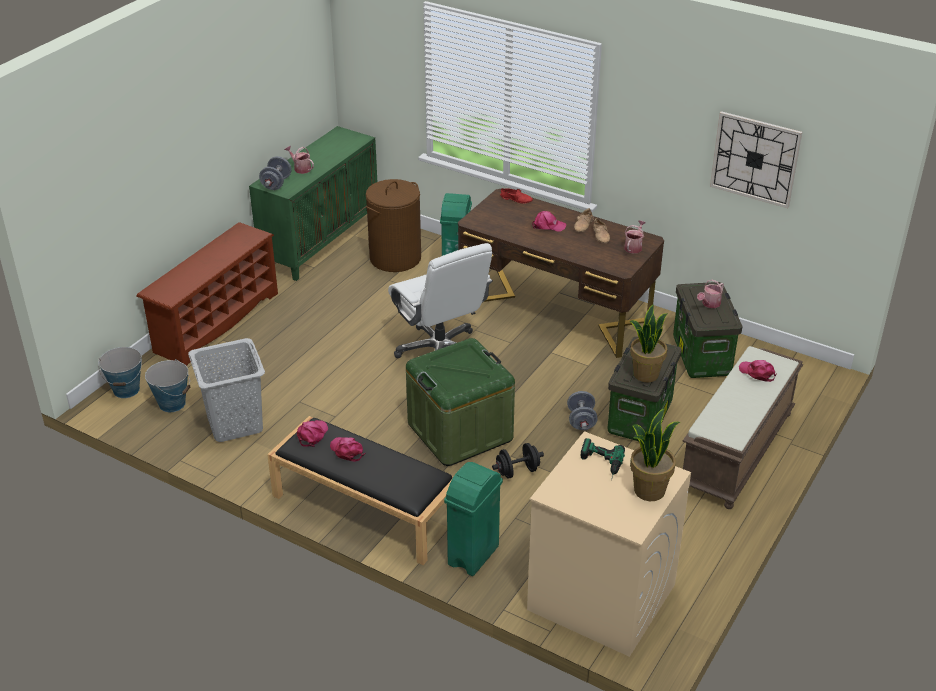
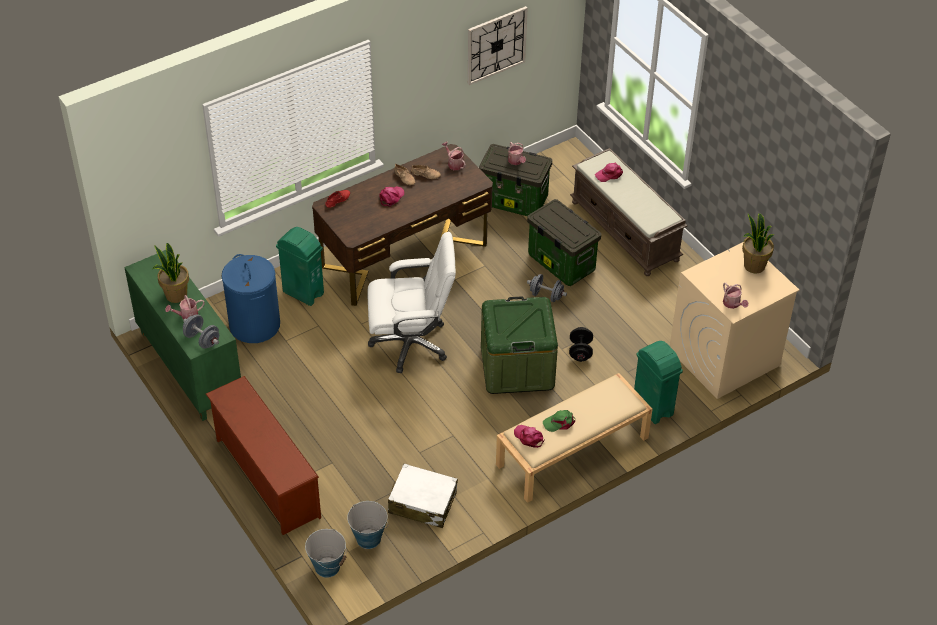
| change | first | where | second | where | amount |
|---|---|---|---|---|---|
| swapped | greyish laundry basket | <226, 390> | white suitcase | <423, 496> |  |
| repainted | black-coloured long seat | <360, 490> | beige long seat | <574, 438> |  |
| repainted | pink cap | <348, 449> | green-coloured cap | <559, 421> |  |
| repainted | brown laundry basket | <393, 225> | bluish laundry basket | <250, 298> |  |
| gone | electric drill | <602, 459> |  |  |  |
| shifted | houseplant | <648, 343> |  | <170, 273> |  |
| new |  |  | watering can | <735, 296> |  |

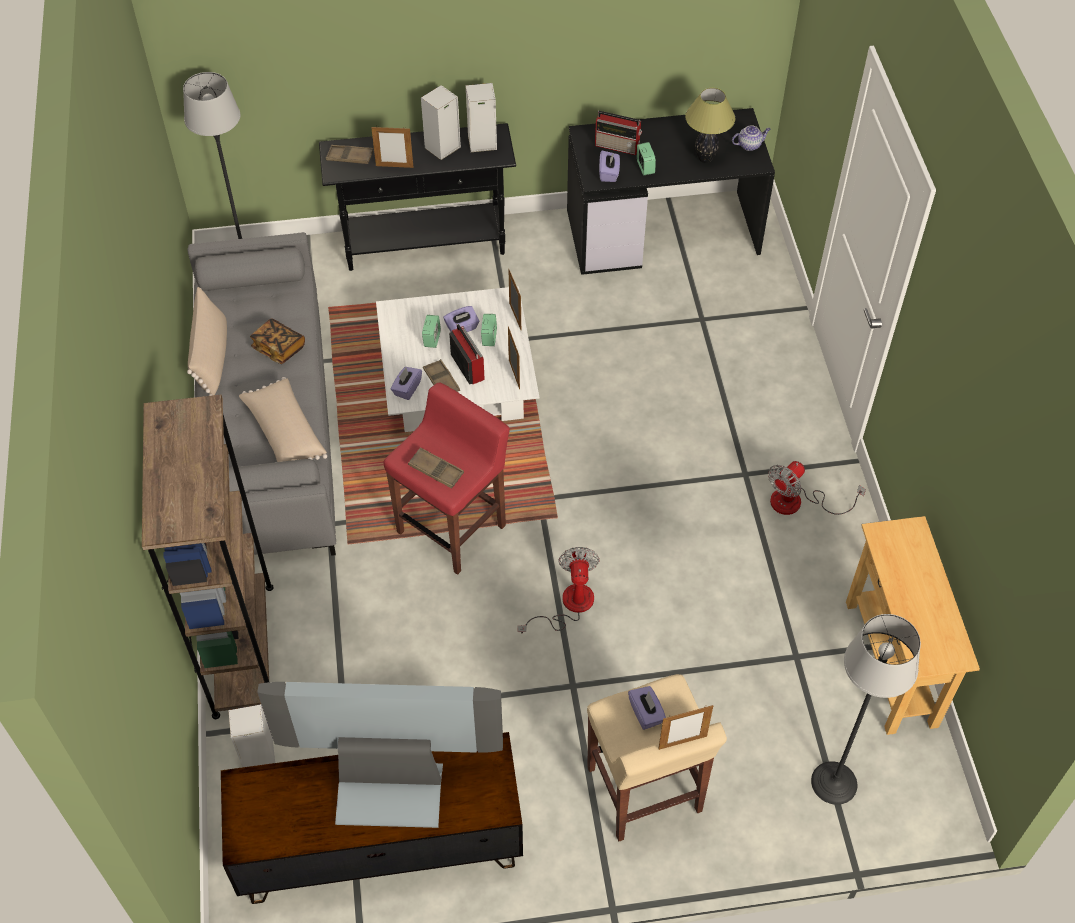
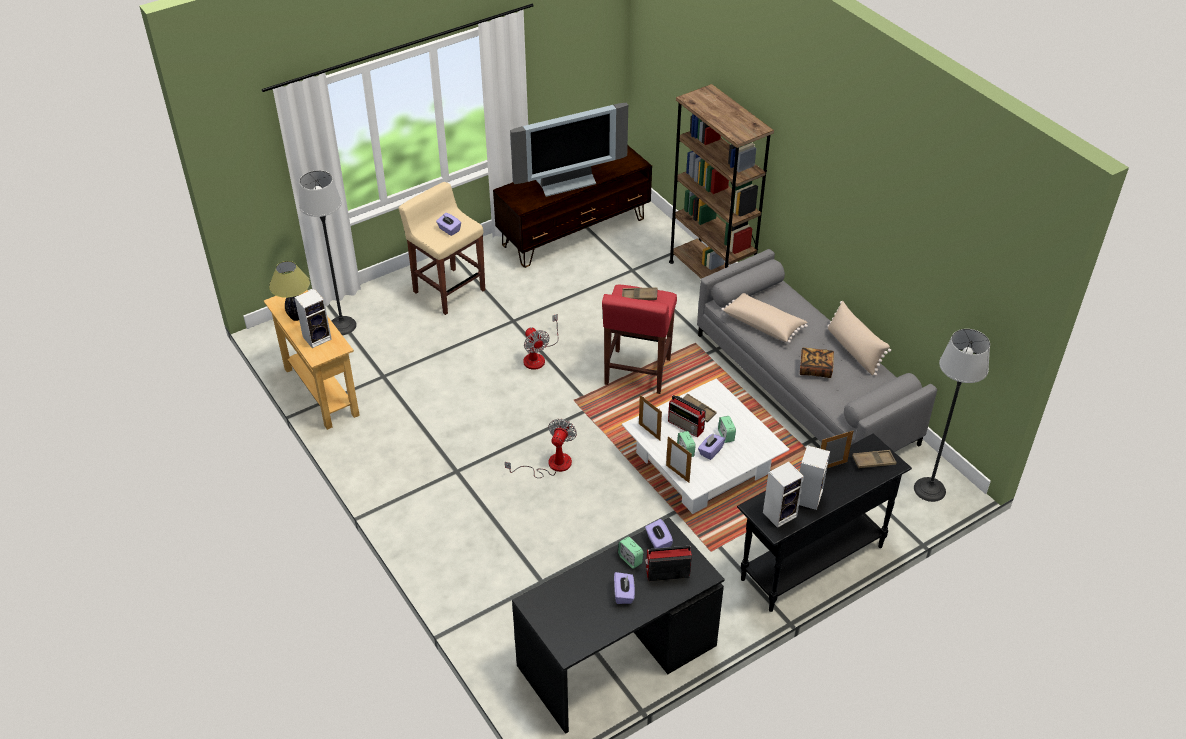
| change | first | where | second | where | amount |
|---|---|---|---|---|---|
| shifted | loudspeaker | <251, 735> |  | <313, 318> |  |
| shifted | purplish tissue holder | <406, 383> |  | <624, 588> |  |
| gone | photo frame | <685, 727> |  |  |  |
| shifted | tabletop lamp | <710, 125> |  | <289, 291> |  |
| gone | teapot | <751, 138> |  |  |  |
| shifted | cooling fan | <817, 488> |  | <541, 448> |  |

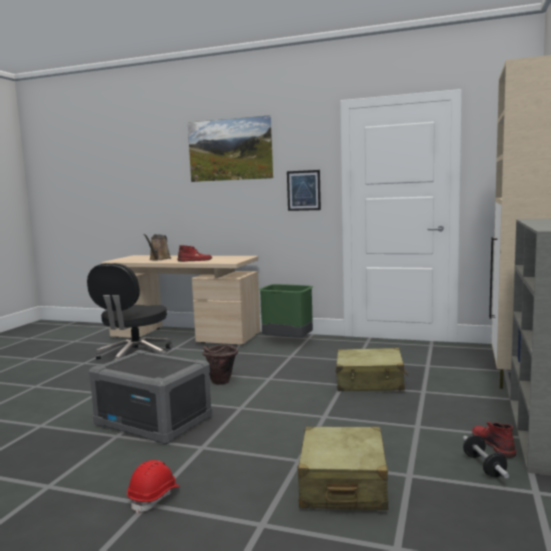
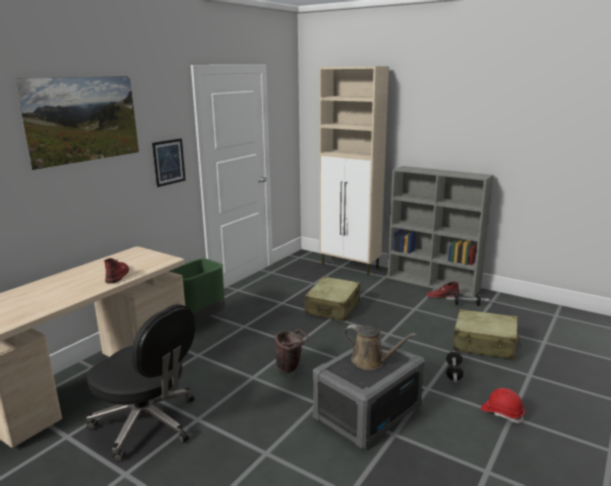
| change | first | where | second | where | amount |
|---|---|---|---|---|---|
| shifted | brown watering can | <157, 247> |  | <380, 347> |  |
| new |  |  | hand weight | <455, 366> |  |

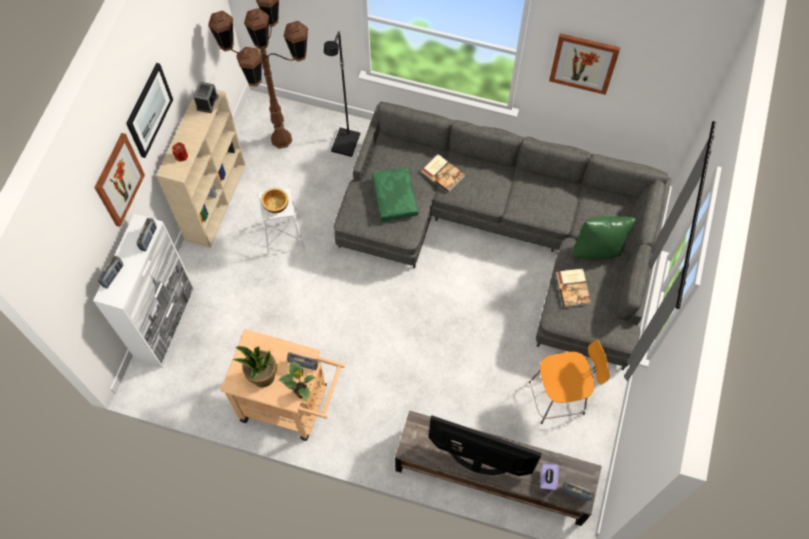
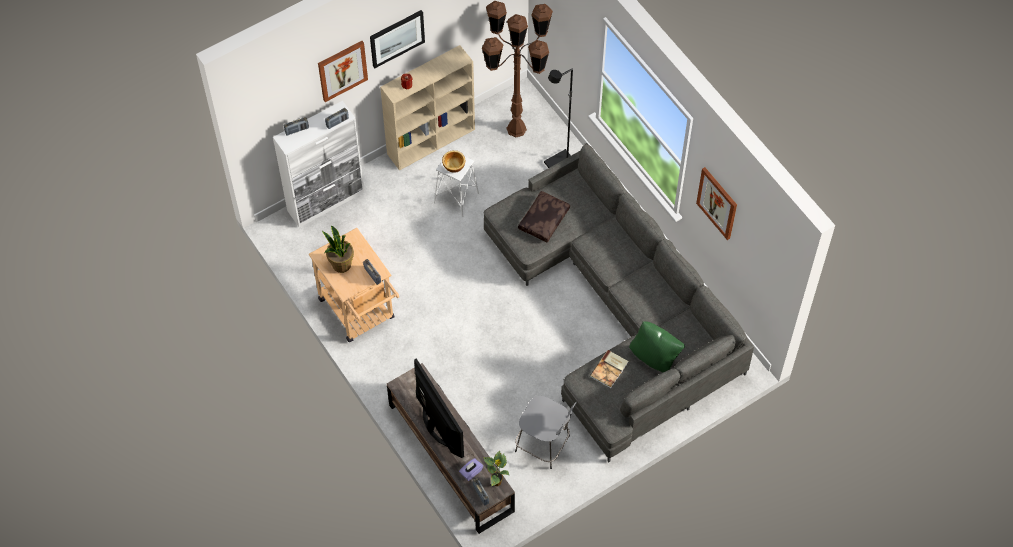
| change | first | where | second | where | amount |
|---|---|---|---|---|---|
| gone | table clock | <205, 97> |  |  |  |
| shifted | houseplant | <297, 381> |  | <496, 468> |  |
| repainted | green-coloured cushion | <395, 194> | brown cushion | <544, 216> |  |
| gone | volume | <443, 173> |  |  |  |
| repainted | orangey stool | <569, 381> | greyish stool | <546, 432> |  |

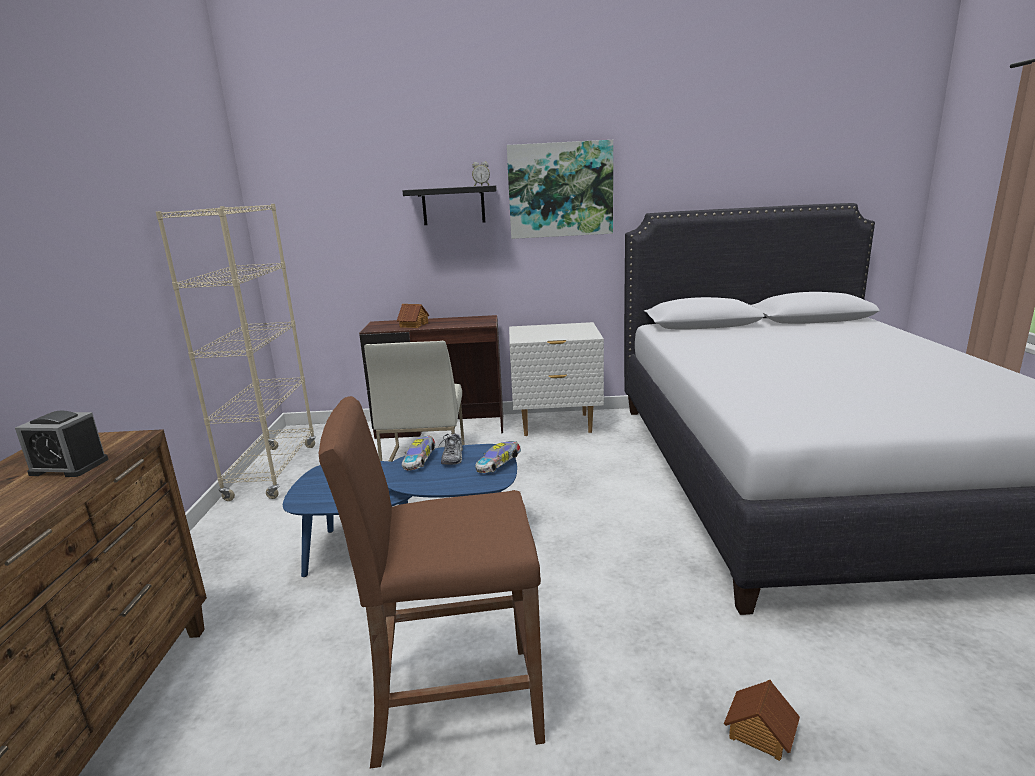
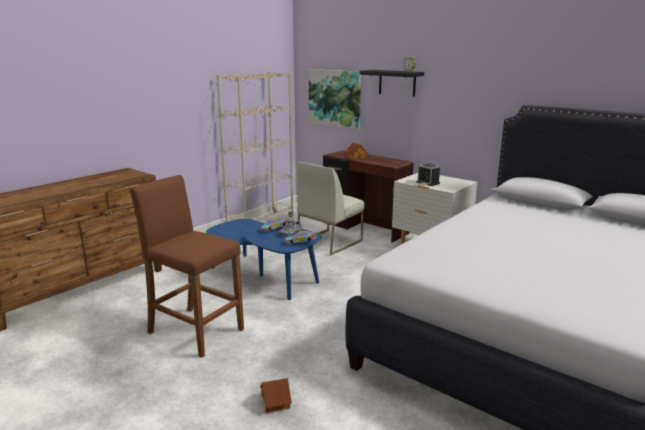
| change | first | where | second | where | amount |
|---|---|---|---|---|---|
| shifted | table clock | <61, 444> |  | <428, 174> |  |
| shifted | wall picture | <560, 189> |  | <335, 99> |  |

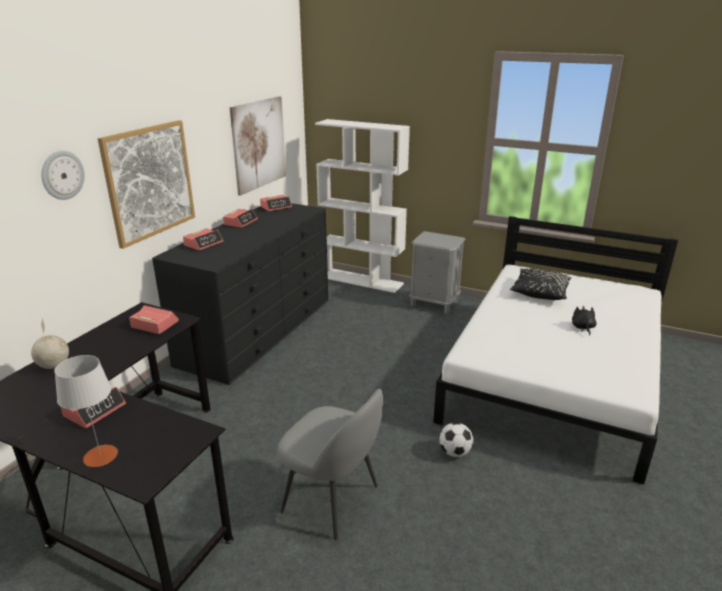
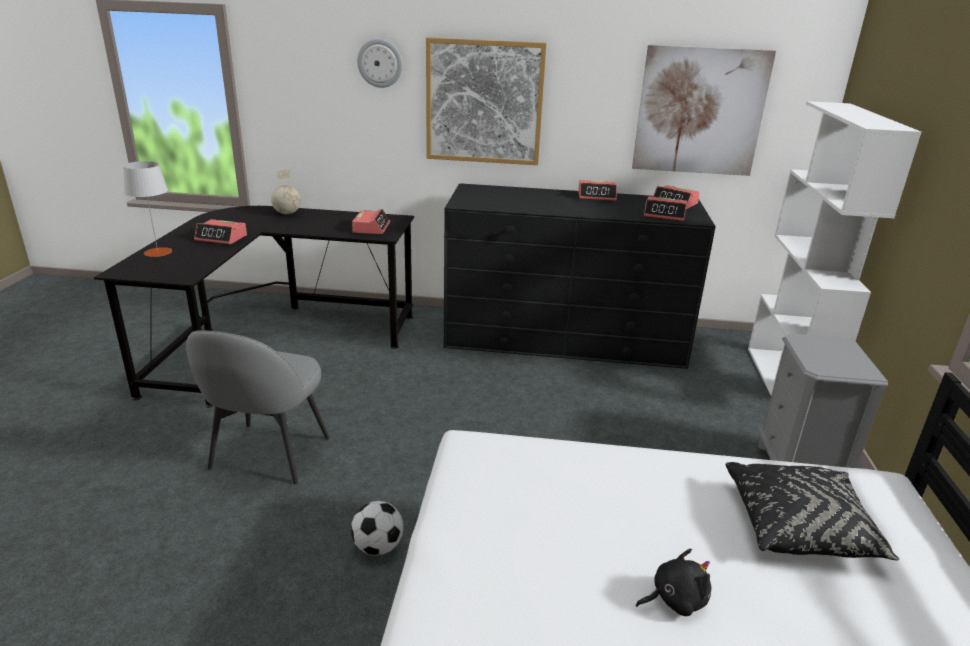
| change | first | where | second | where | amount |
|---|---|---|---|---|---|
| shifted | table clock | <203, 239> |  | <665, 208> |  |

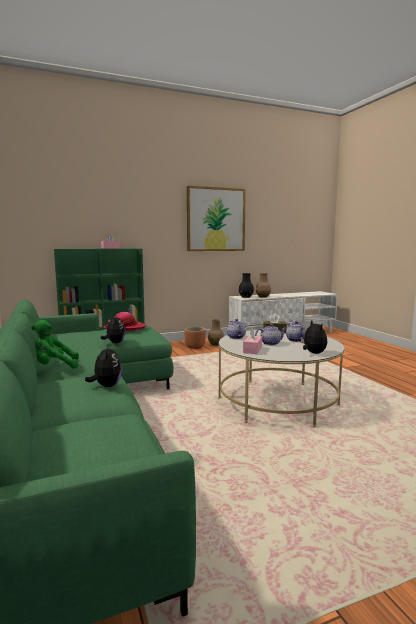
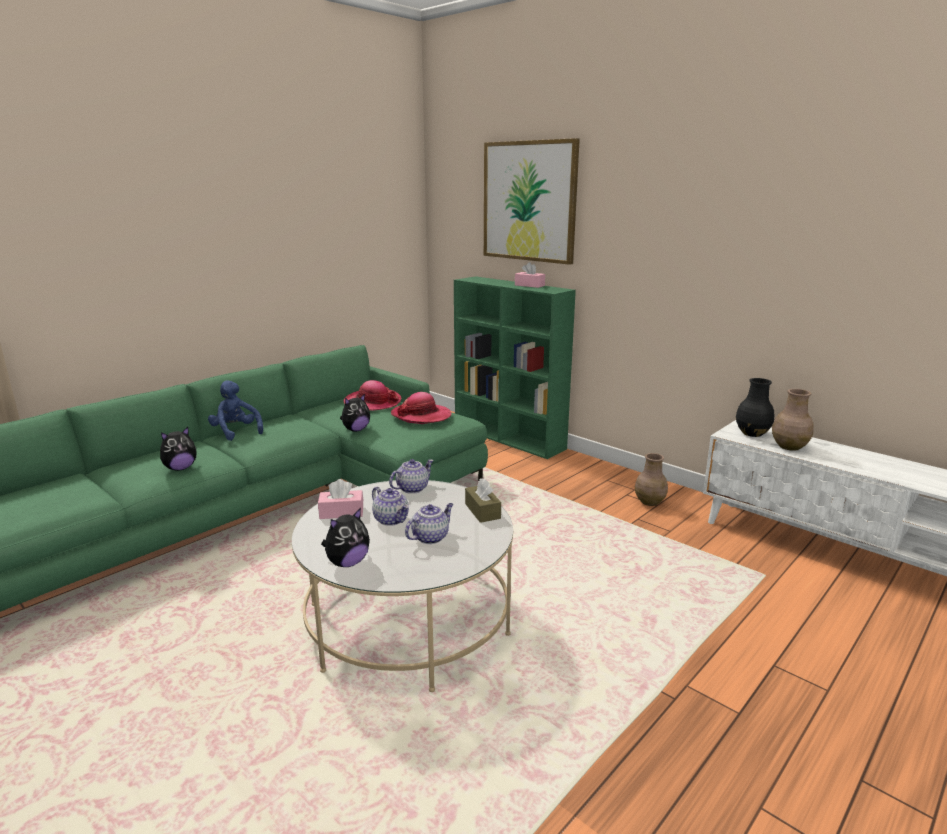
| change | first | where | second | where | amount |
|---|---|---|---|---|---|
| repainted | green-coloured plush toy | <55, 344> | bluish plush toy | <235, 410> |  |
| gone | brown planter | <195, 338> |  |  |  |
| shifted | wall picture | <216, 218> |  | <532, 201> |  |
| new |  |  | wearable hat | <372, 395> |  |

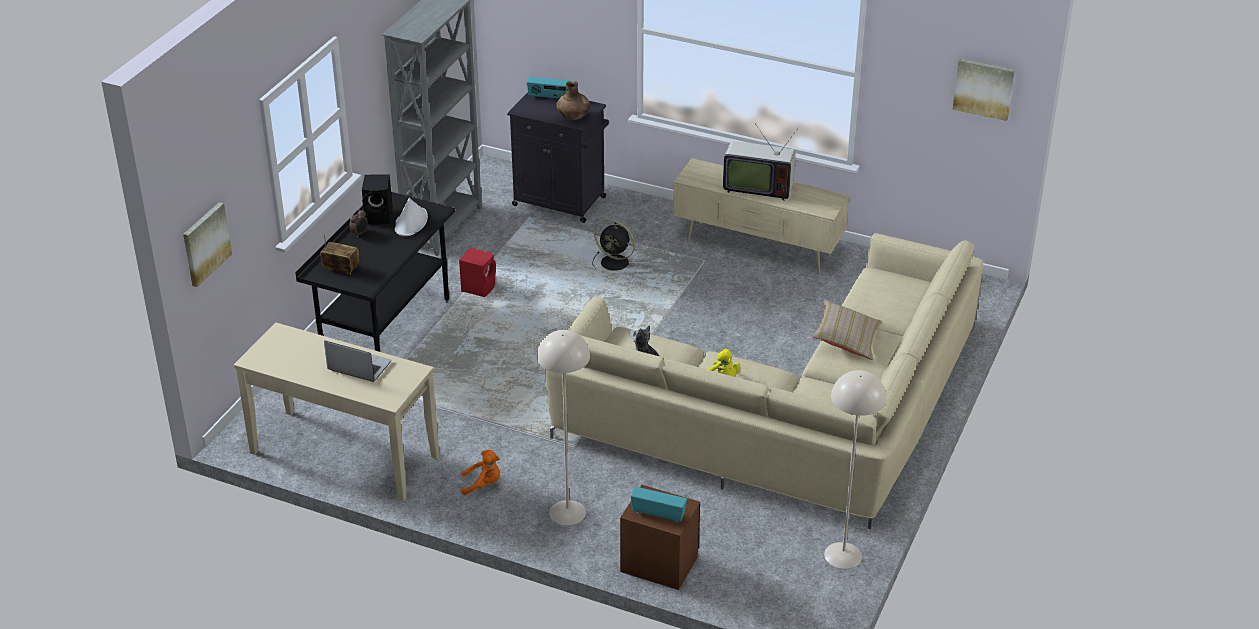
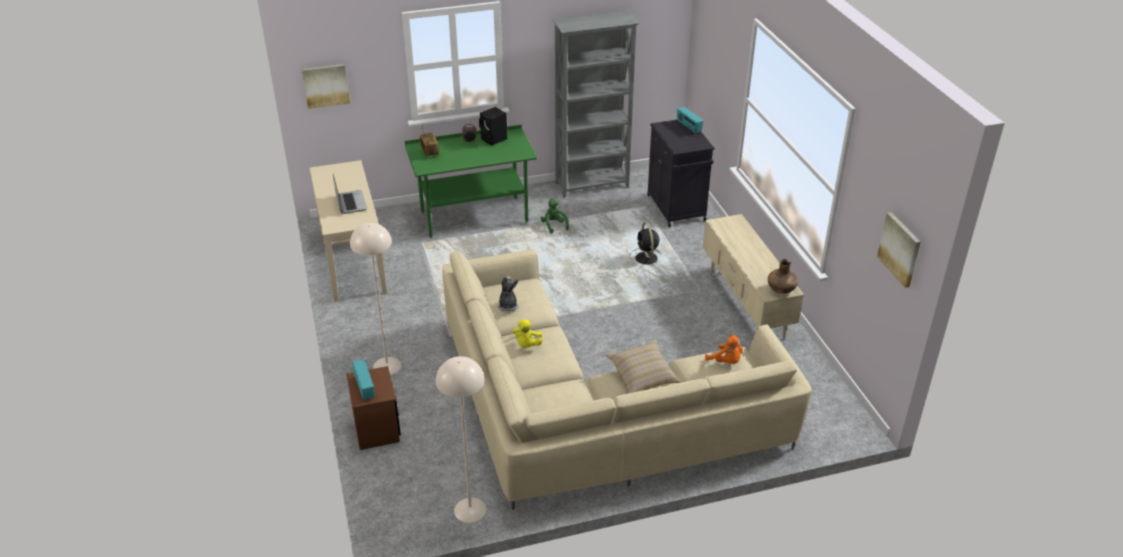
| change | first | where | second | where | amount |
|---|---|---|---|---|---|
| repainted | black-coloured desk unit | <375, 272> | green-coloured desk unit | <471, 181> |  |
| gone | white wearable hat | <411, 217> |  |  |  |
| swapped | red-coloured loudspeaker | <477, 272> | green-coloured plush toy | <554, 216> |  |
| shifted | orangey plush toy | <481, 472> |  | <724, 349> |  |
| shifted | brown flower vase | <573, 100> |  | <783, 276> |  |
| gone | TV | <761, 162> |  |  |  |

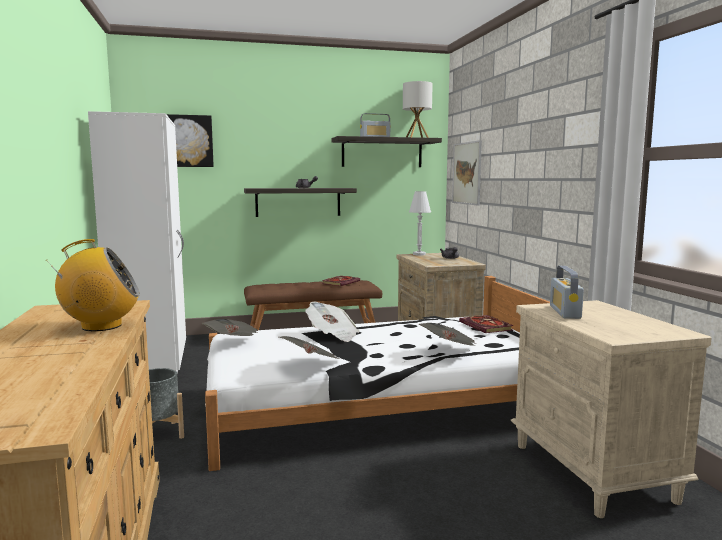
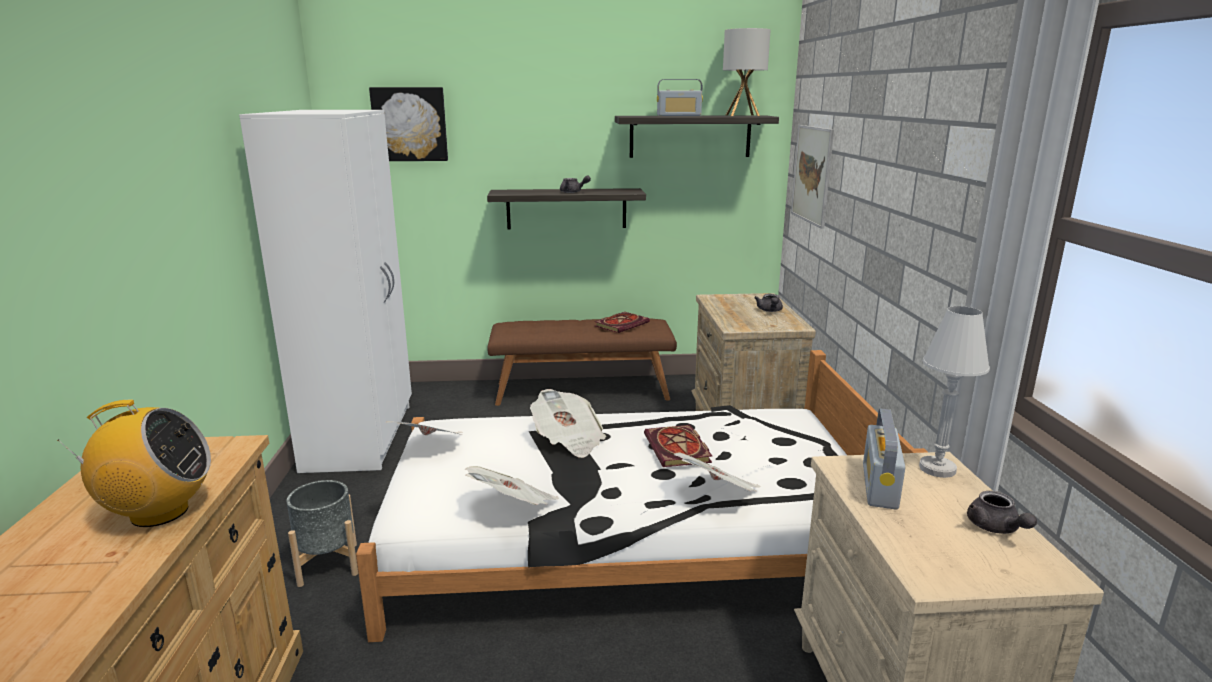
| change | first | where | second | where | amount |
|---|---|---|---|---|---|
| shifted | white tabletop lamp | <420, 223> |  | <954, 392> |  |
| shifted | volume | <486, 324> |  | <678, 446> |  |
| new |  |  | greyish teapot | <1002, 512> |  |

